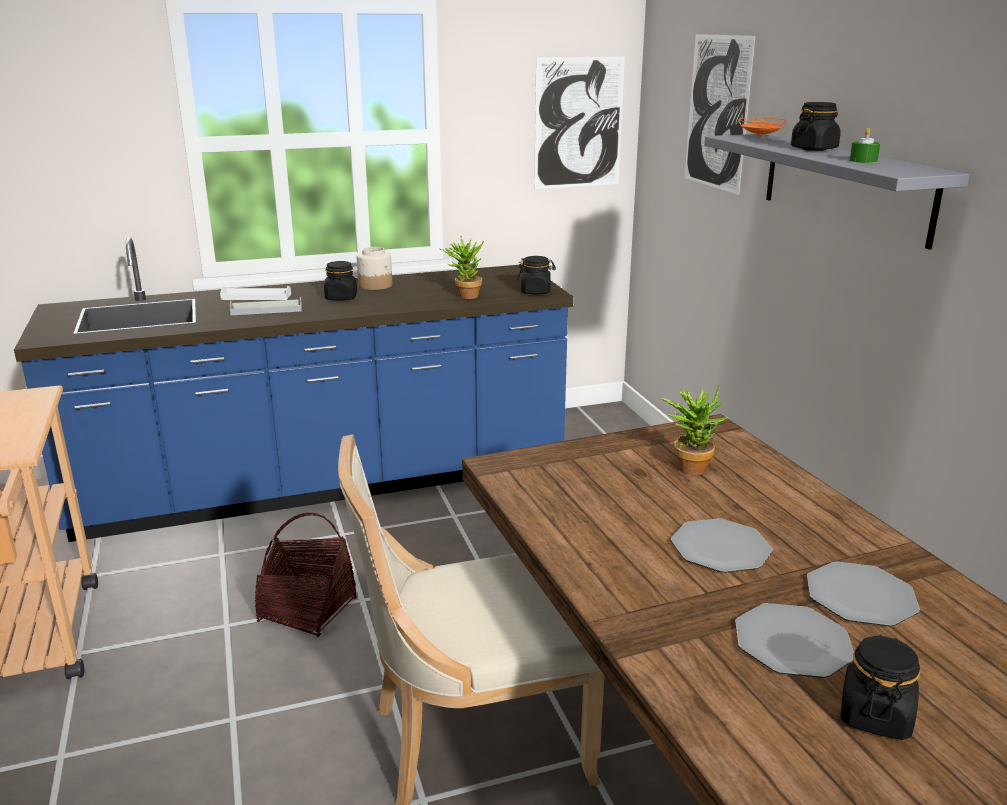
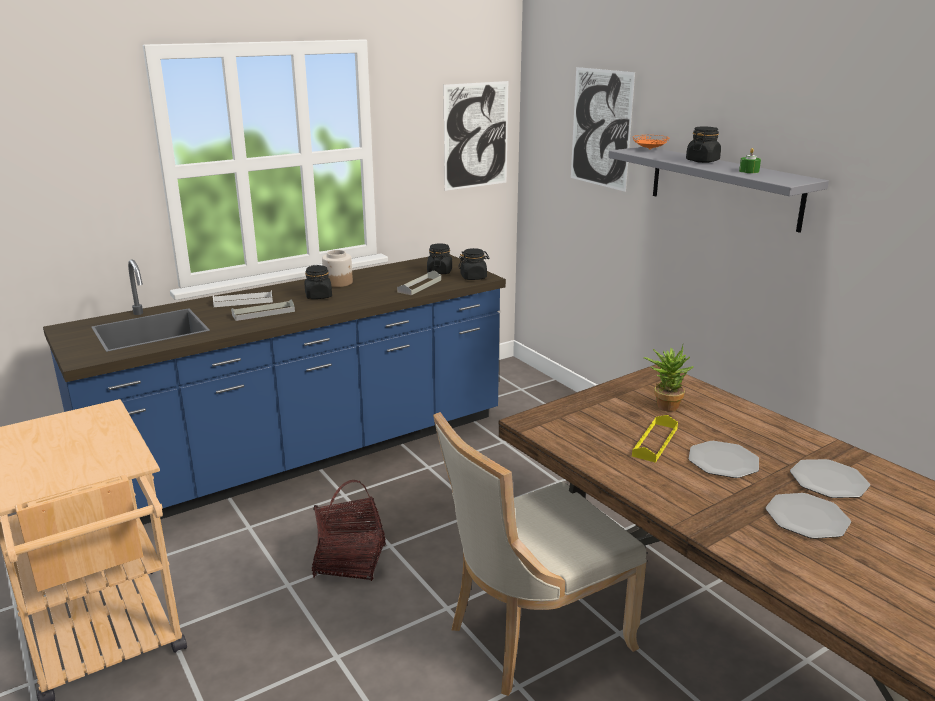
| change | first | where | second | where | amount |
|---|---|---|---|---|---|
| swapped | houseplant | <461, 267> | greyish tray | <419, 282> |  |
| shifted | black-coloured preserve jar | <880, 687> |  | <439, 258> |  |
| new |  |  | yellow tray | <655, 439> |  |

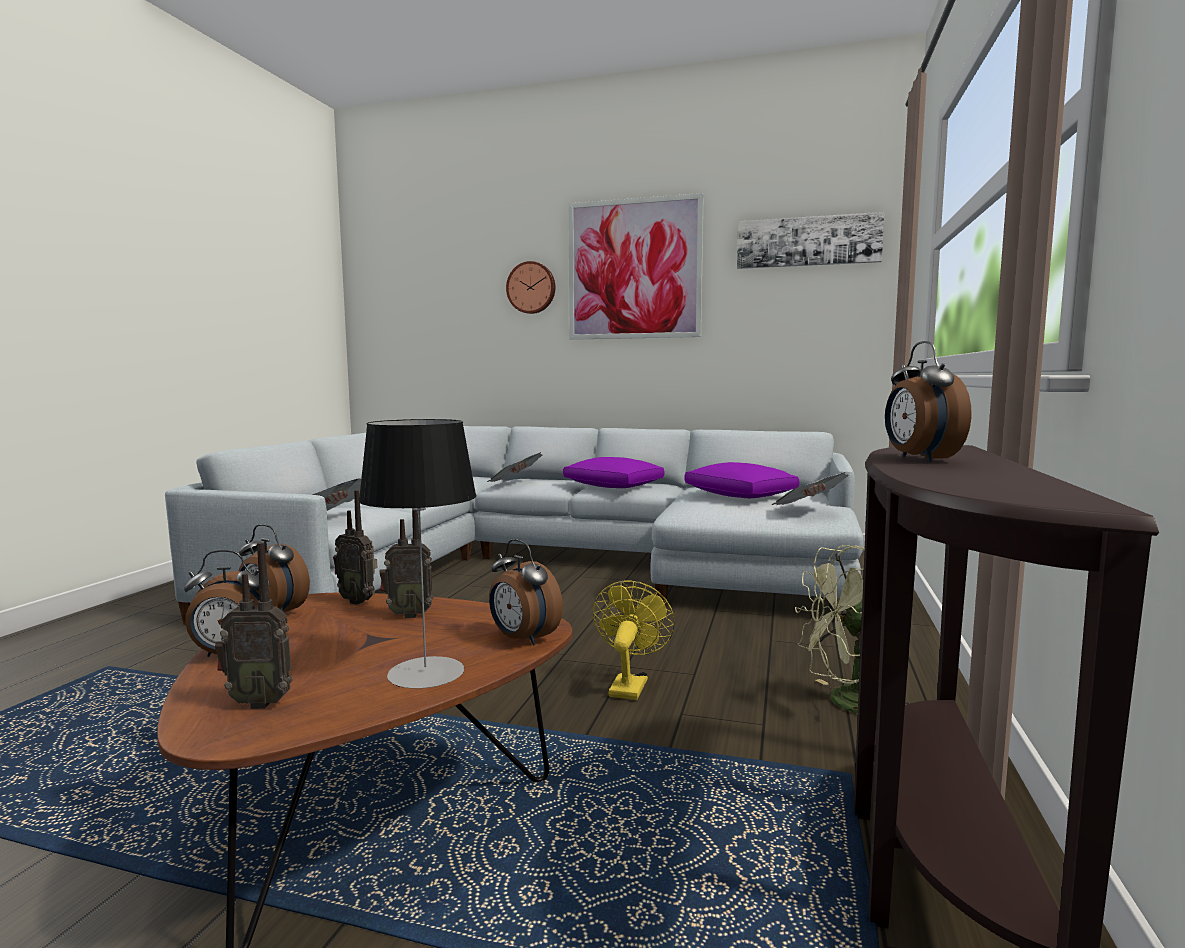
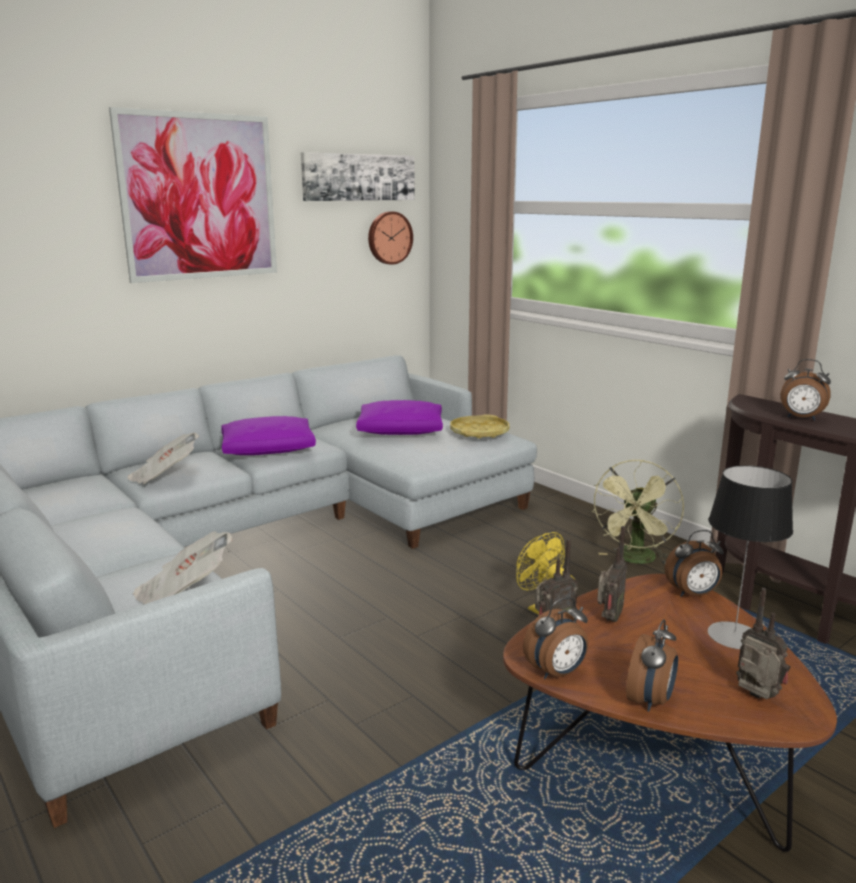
| change | first | where | second | where | amount |
|---|---|---|---|---|---|
| rotated | radio set | <254, 625> |  | <763, 643> | 75 degrees counterclockwise |
| shifted | clock on the wall | <530, 287> |  | <390, 238> |  |
| swapped | daily paper | <810, 488> | yellow tray | <479, 427> |  |

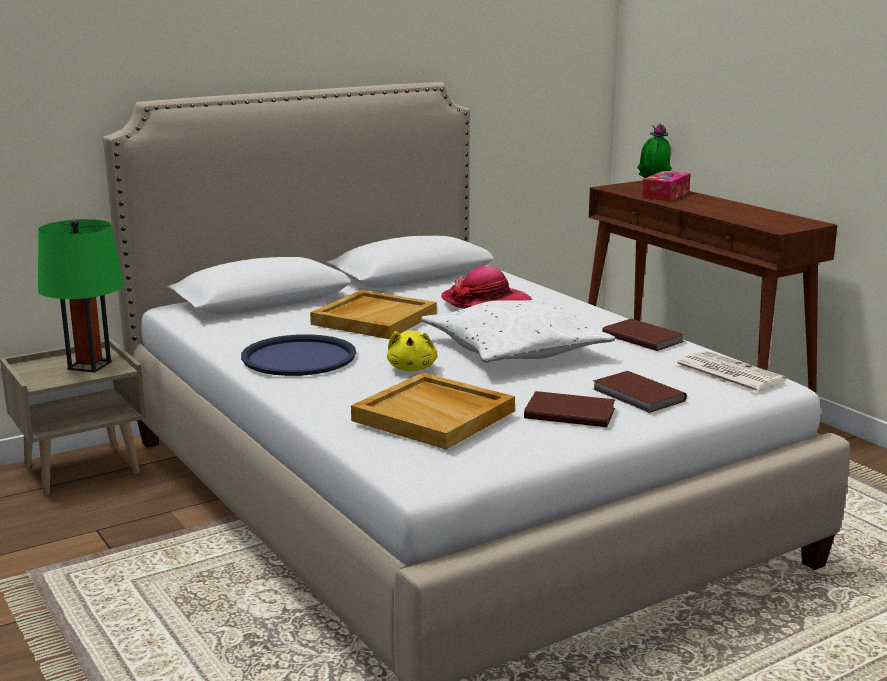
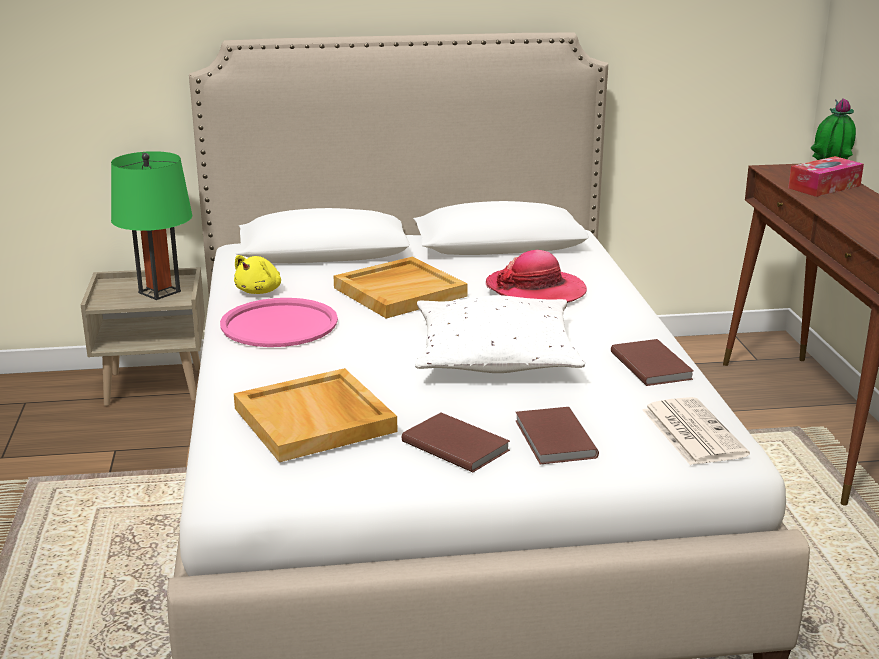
| change | first | where | second | where | amount |
|---|---|---|---|---|---|
| repainted | bluish tray | <298, 355> | pink tray | <279, 322> |  |
| shifted | yellow plush toy | <412, 350> |  | <257, 274> |  |

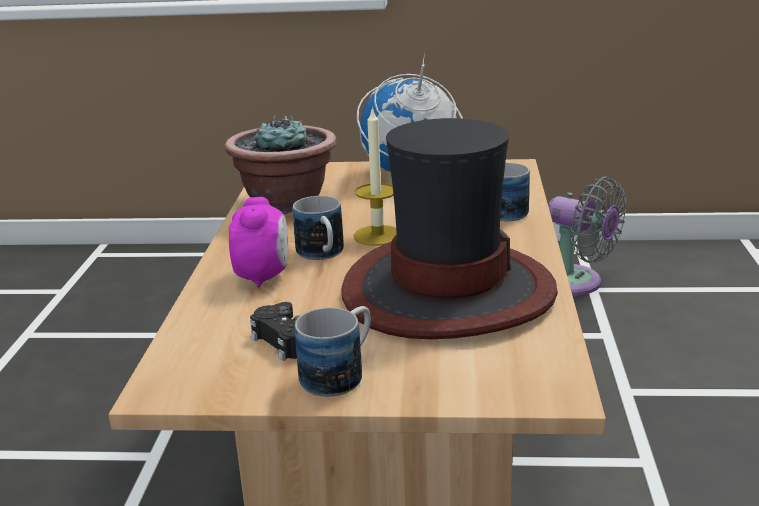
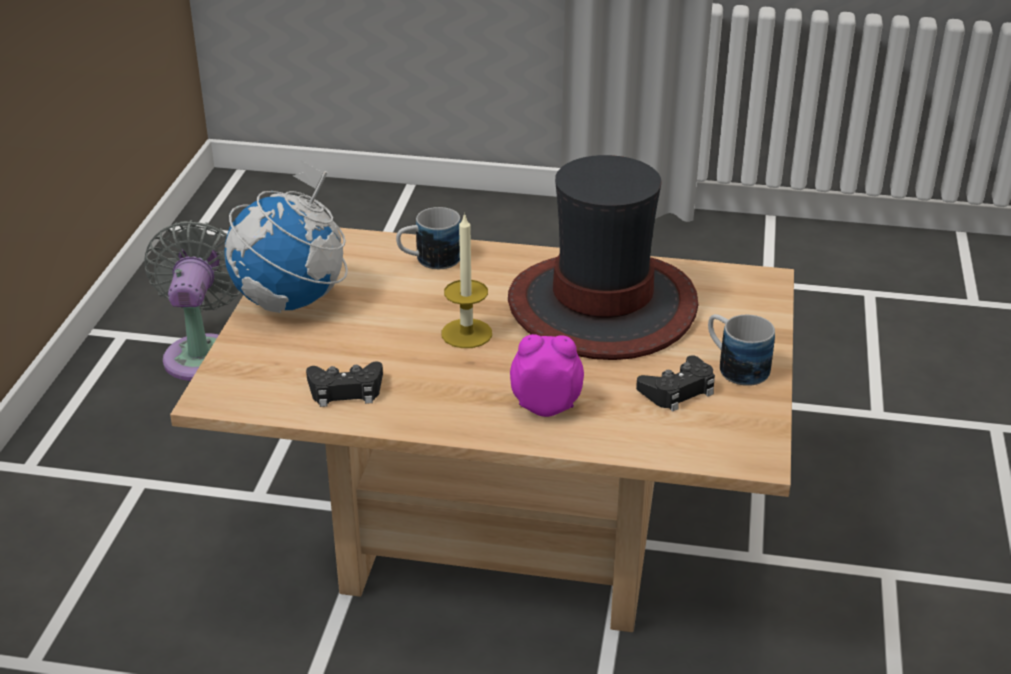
| change | first | where | second | where | amount |
|---|---|---|---|---|---|
| swapped | houseplant | <280, 164> | black-coloured joypad | <344, 384> |  |
| gone | mug | <318, 228> |  |  |  |
| rotated | greyish cooling fan | <587, 236> |  | <192, 300> | 45 degrees counterclockwise |

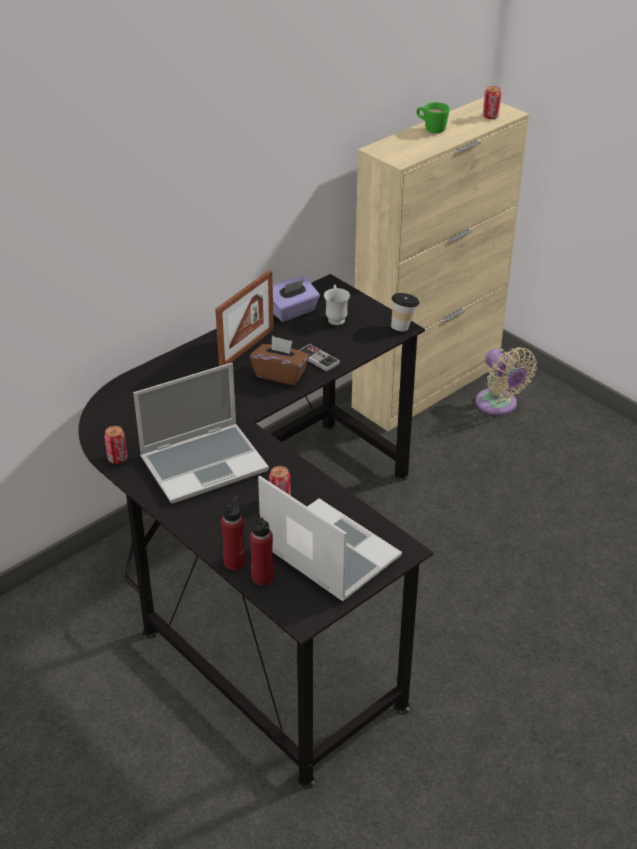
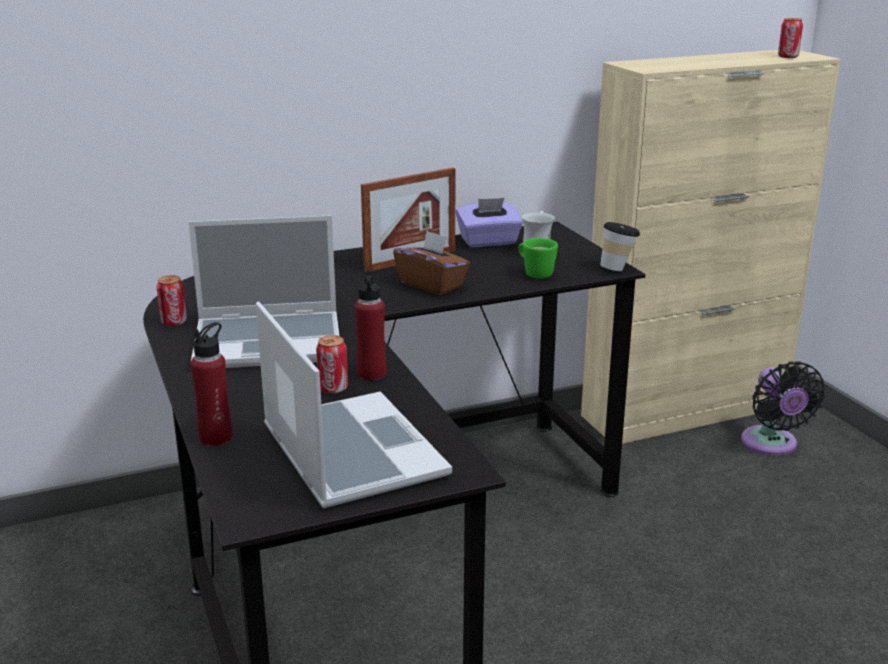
| change | first | where | second | where | amount |
|---|---|---|---|---|---|
| shifted | red-coloured bottle | <262, 549> |  | <371, 325> |  |
| gone | joypad | <319, 358> |  |  |  |
| shifted | green-coloured mug | <433, 117> |  | <538, 258> |  |
| repainted | beige cooling fan | <506, 381> | black-coloured cooling fan | <783, 408> |  |

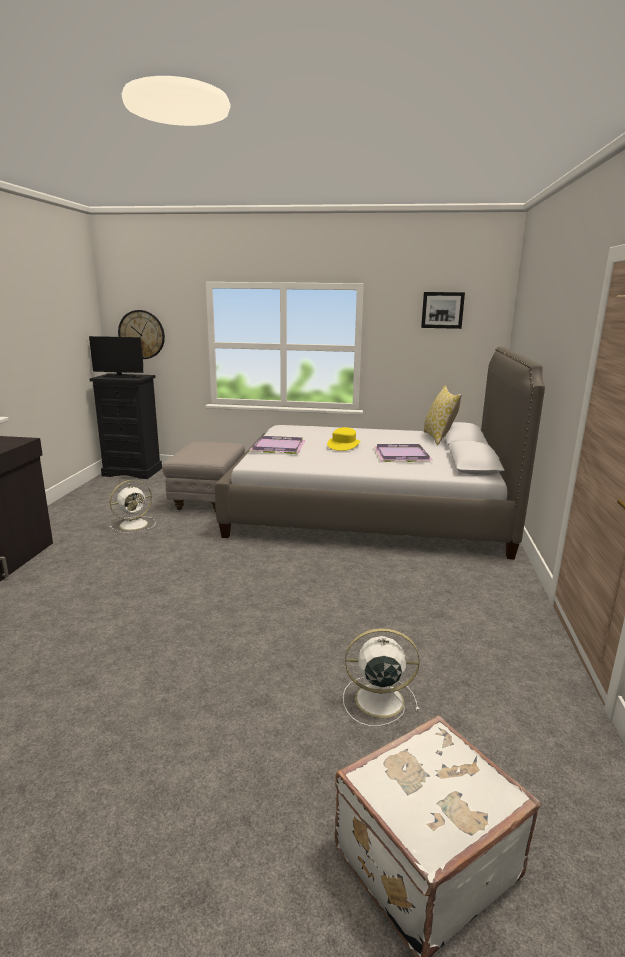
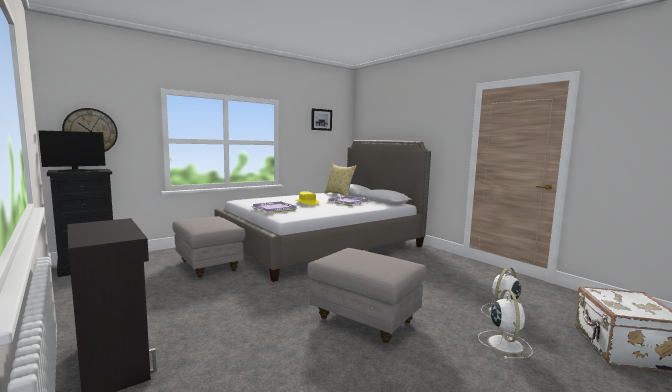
| change | first | where | second | where | amount |
|---|---|---|---|---|---|
| shifted | white cooling fan | <132, 506> |  | <505, 324> |  |
| new |  |  | greyish footrest | <367, 295> |  |

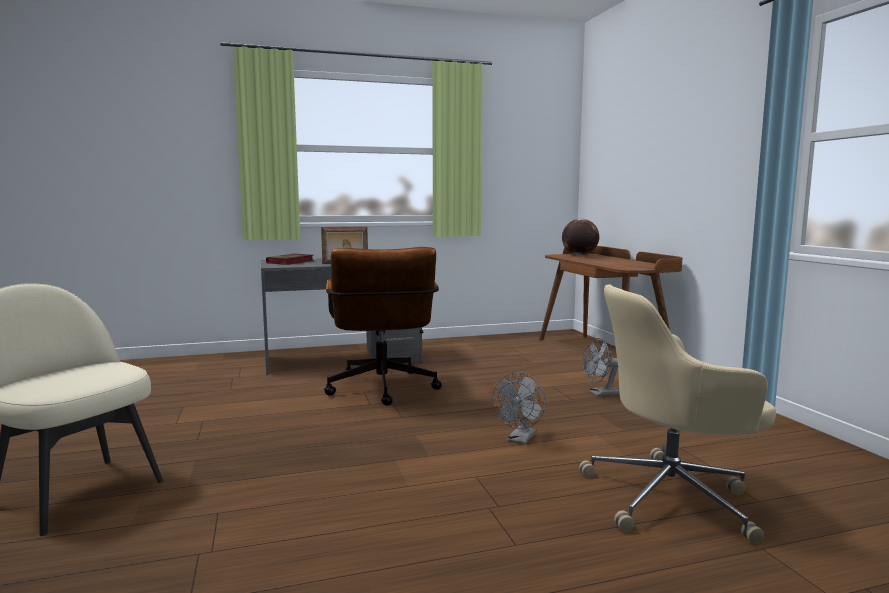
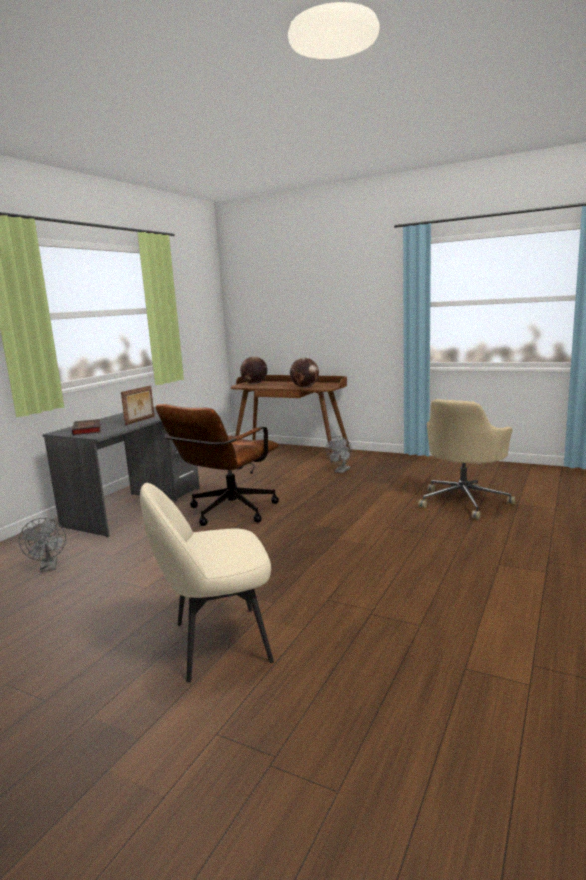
| change | first | where | second | where | amount |
|---|---|---|---|---|---|
| rotated | brown computer chair | <383, 326> |  | <217, 465> | 90 degrees clockwise |
| shifted | greyish cooling fan | <519, 408> |  | <42, 545> |  |
| new |  |  | globe | <304, 373> |  |

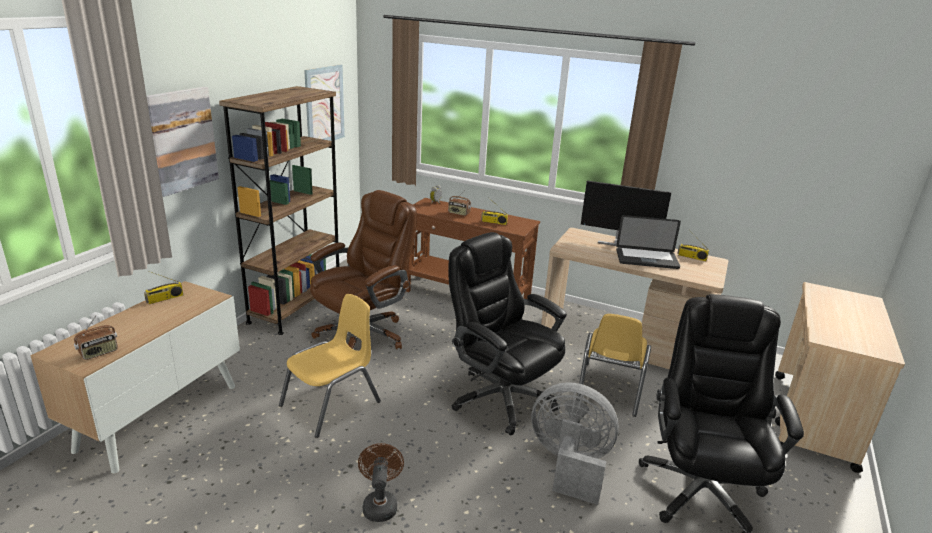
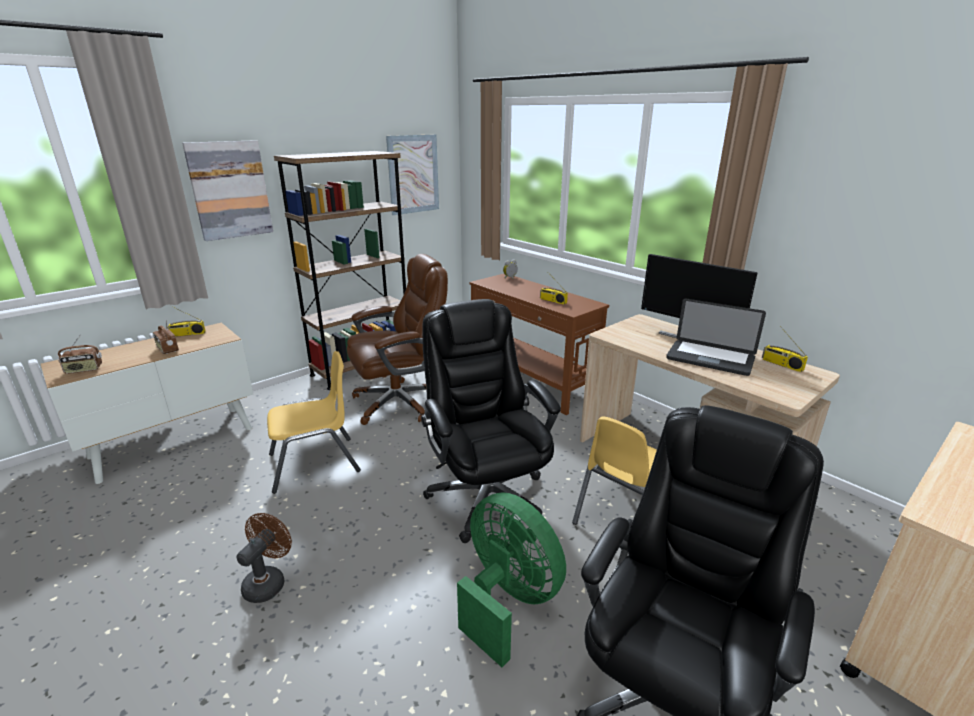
| change | first | where | second | where | amount |
|---|---|---|---|---|---|
| shifted | radio set | <459, 203> |  | <165, 336> |  |
| repainted | greyish cooling fan | <575, 443> | green-coloured cooling fan | <511, 579> |  |

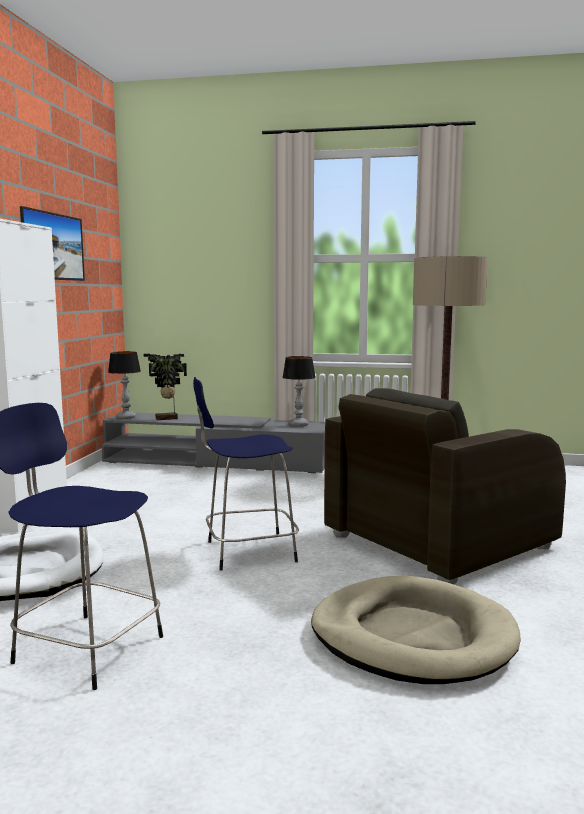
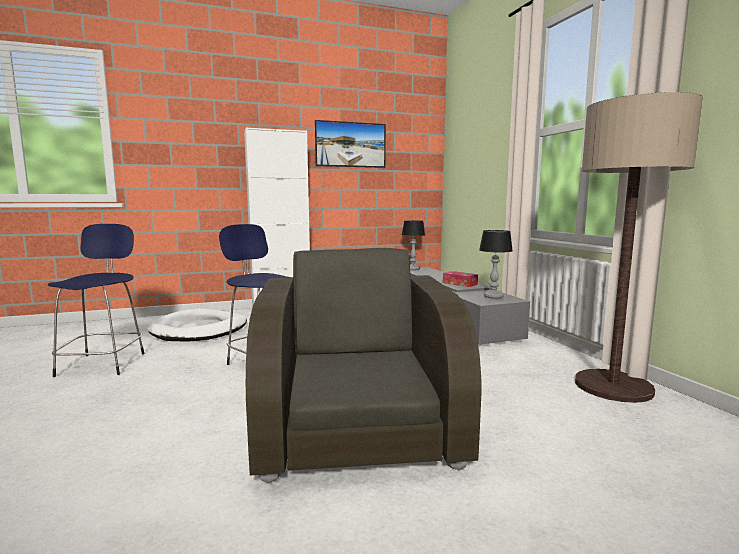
| change | first | where | second | where | amount |
|---|---|---|---|---|---|
| gone | houseplant | <165, 387> |  |  |  |
| gone | beige pet bed | <415, 630> |  |  |  |
| rotated | brown easy chair | <445, 486> |  | <364, 365> | 60 degrees clockwise |
| new |  |  | tissue holder | <460, 279> |  |

